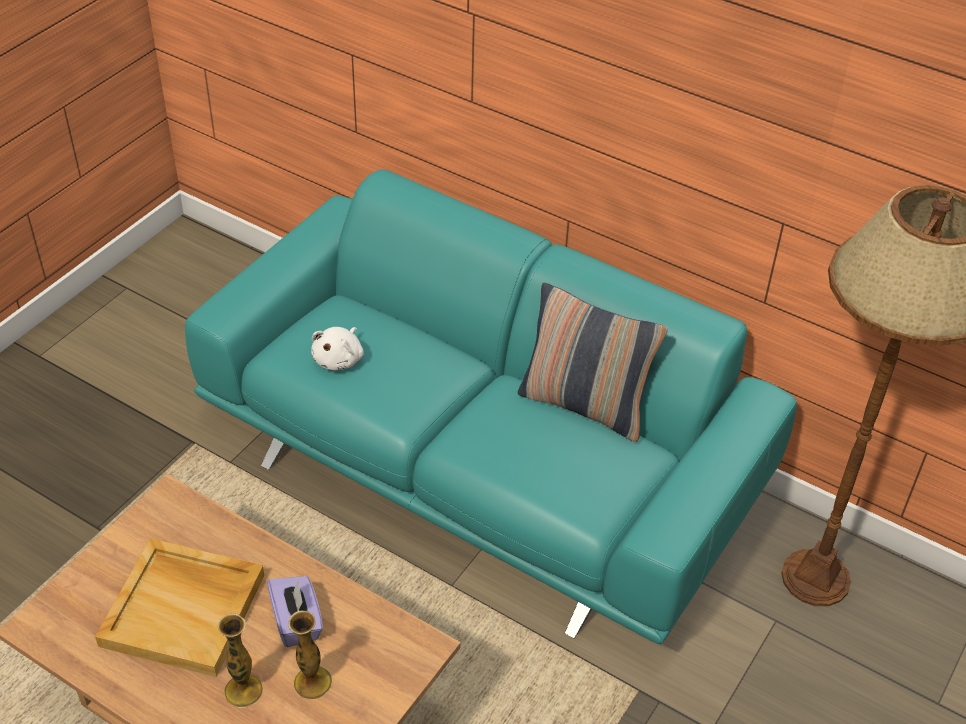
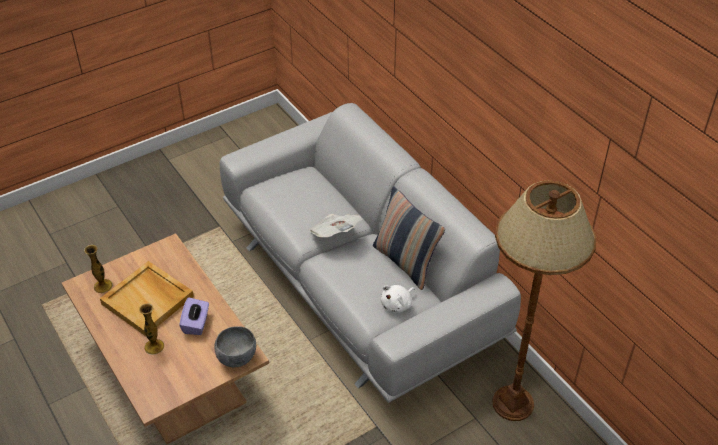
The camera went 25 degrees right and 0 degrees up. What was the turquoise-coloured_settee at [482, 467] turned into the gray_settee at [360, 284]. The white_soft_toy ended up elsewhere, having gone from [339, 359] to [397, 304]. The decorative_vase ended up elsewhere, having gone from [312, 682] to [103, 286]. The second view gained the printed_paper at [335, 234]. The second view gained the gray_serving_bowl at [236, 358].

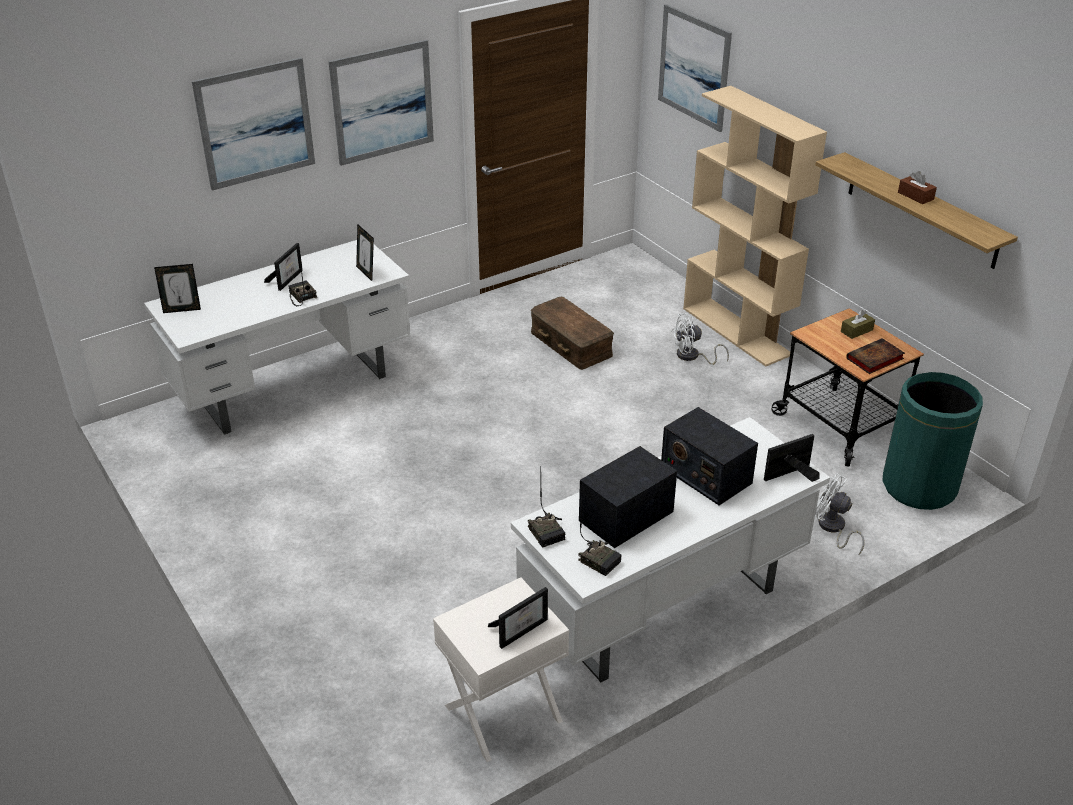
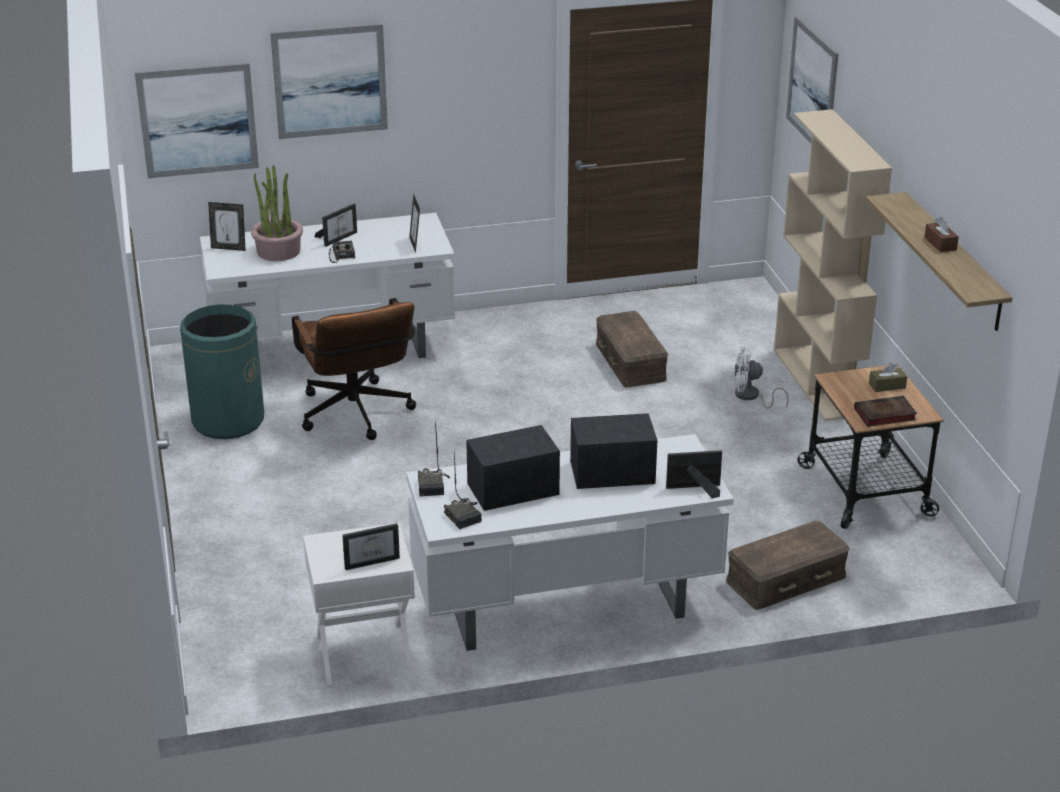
The camera went 20 degrees right and 5 degrees down. The wall_picture ended up elsewhere, having gone from [382, 102] to [198, 120]. The greenish_trash_can ended up elsewhere, having gone from [918, 486] to [228, 420]. The radio at [705, 475] ended up facing another way, 105 degrees clockwise from before. Where the white_electric_fan stood at [833, 528], the brown_storage_bin came to stand at [786, 579]. The second view gained the houseplant at [278, 251]. The second view gained the brown_desk_chair at [357, 417].

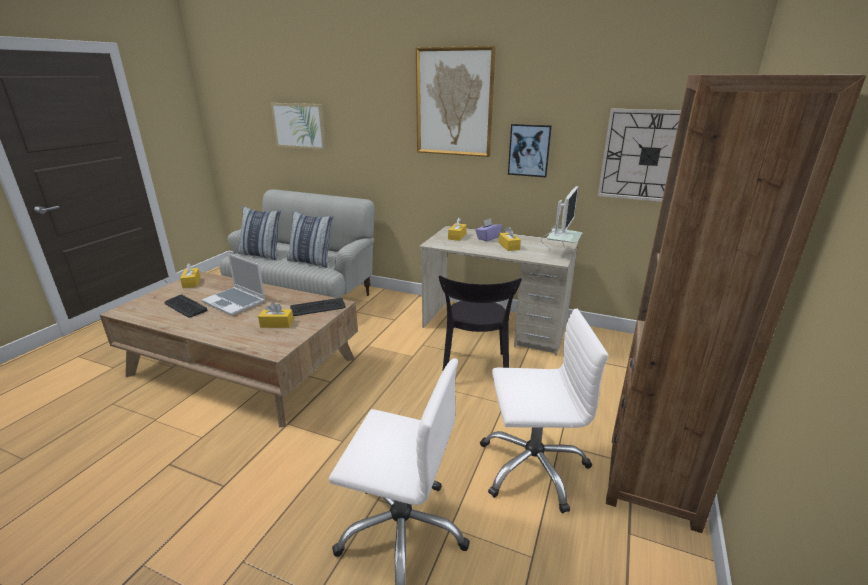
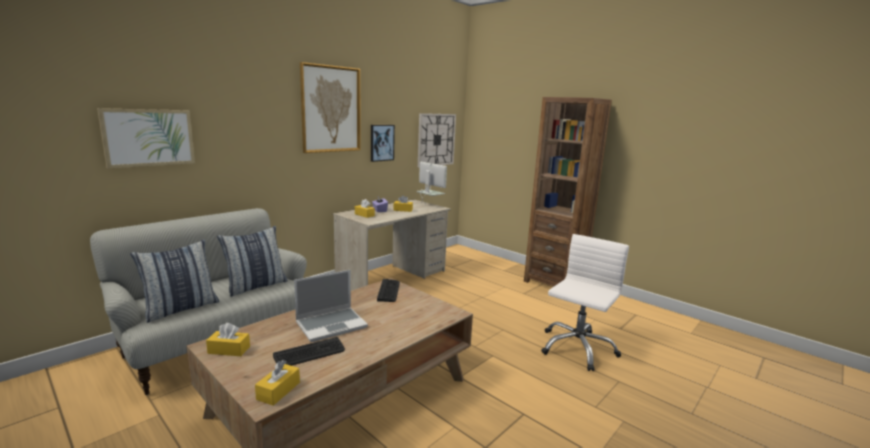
The camera went 70 degrees left and 10 degrees down. The second view lost the black-coloured_plain_chair at [474, 372]. The yellow-coloured_box_of_tissues ended up elsewhere, having gone from [277, 324] to [278, 391]. The second view lost the white_desk_chair at [532, 466].

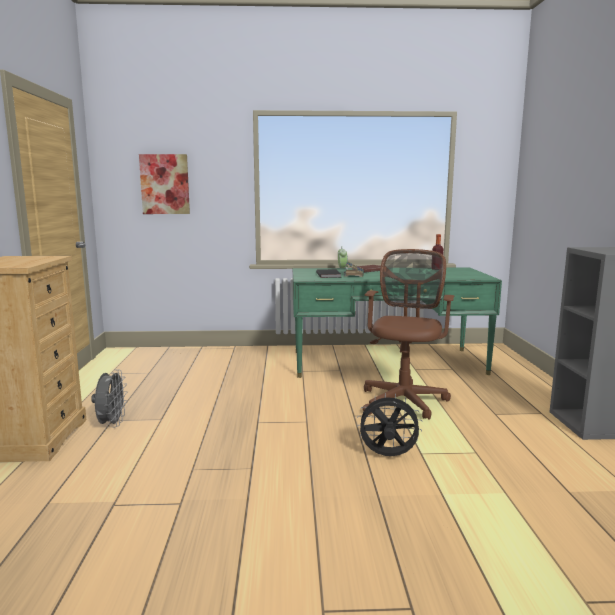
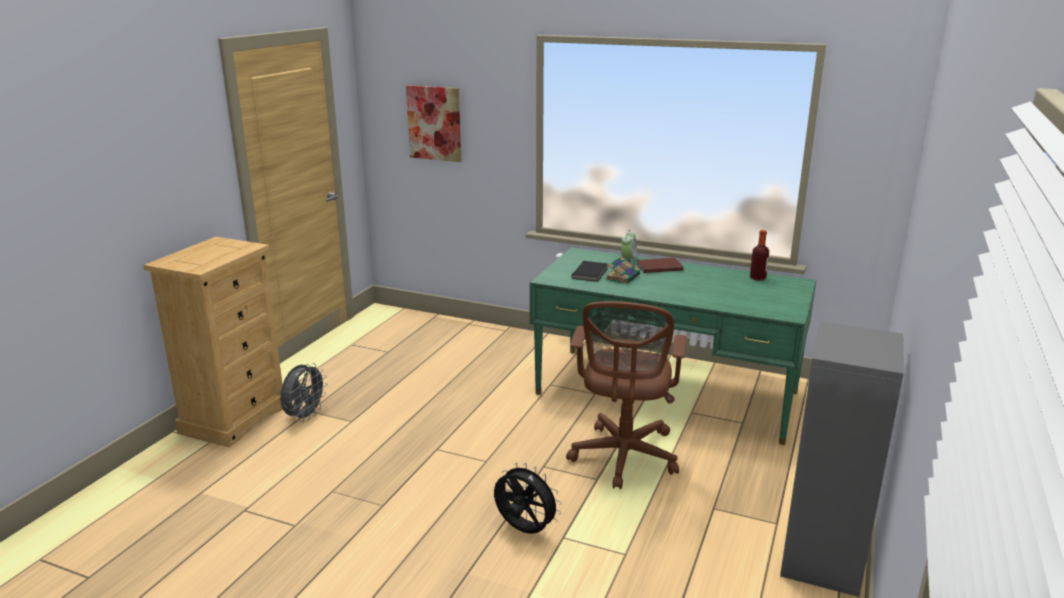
The camera went 25 degrees right and 10 degrees up. The brown_desk_chair at [404, 400] ended up facing another way, 150 degrees clockwise from before.

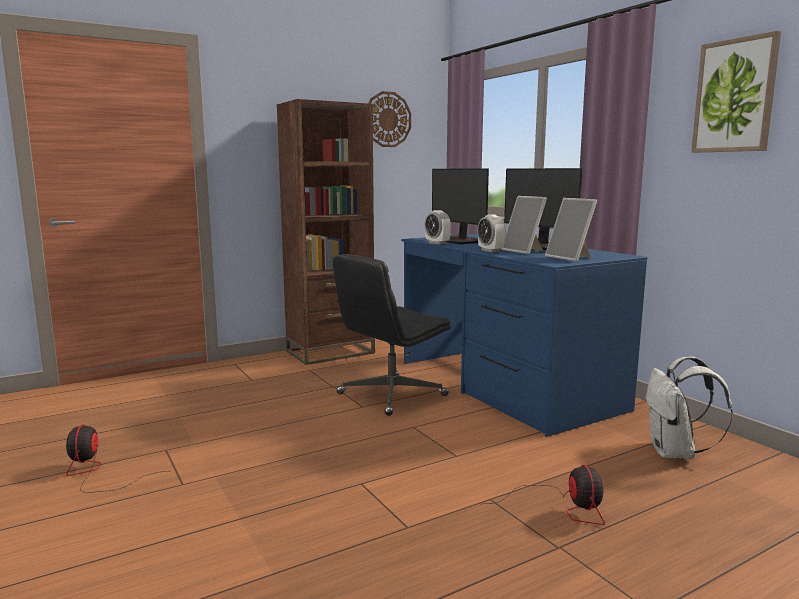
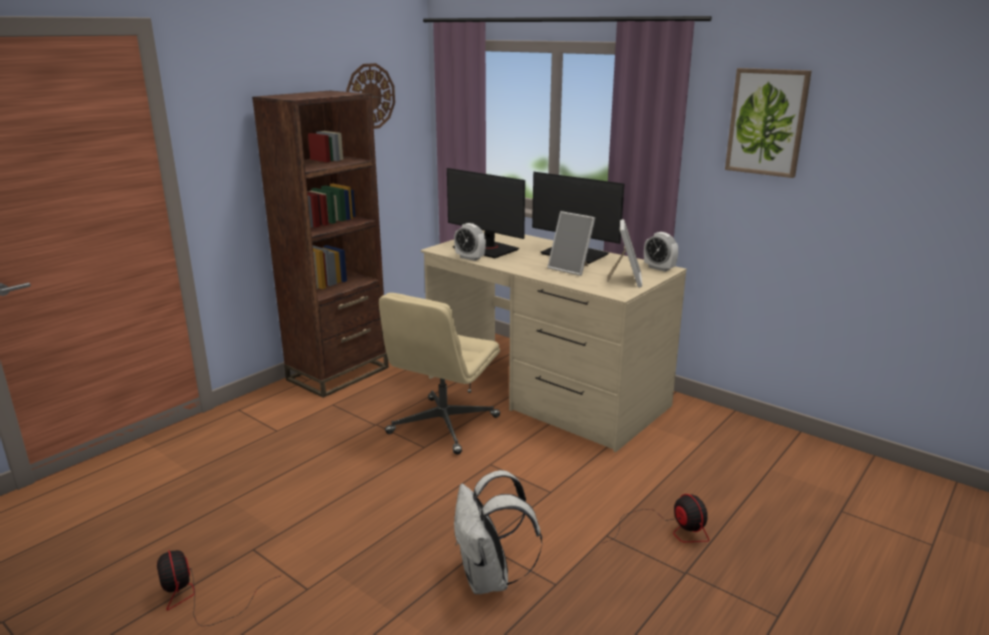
The camera went 20 degrees left and 10 degrees up. The standing_frame at [571, 258] ended up facing another way, 120 degrees counterclockwise from before. The bedside_clock ended up elsewhere, having gone from [490, 251] to [659, 268]. What was the bluish_desk at [505, 385] turned into the beige_desk at [545, 392]. What was the black-coloured_desk_chair at [391, 395] turned into the beige_desk_chair at [443, 426]. The white_backpack ended up elsewhere, having gone from [675, 453] to [489, 579].

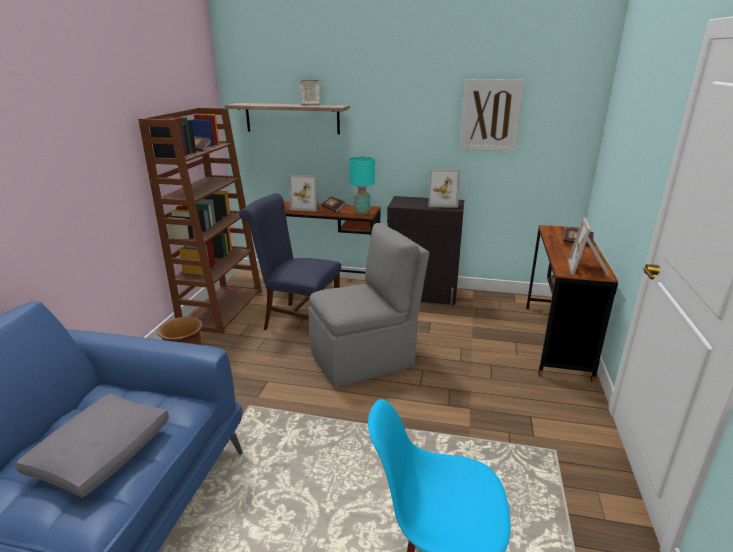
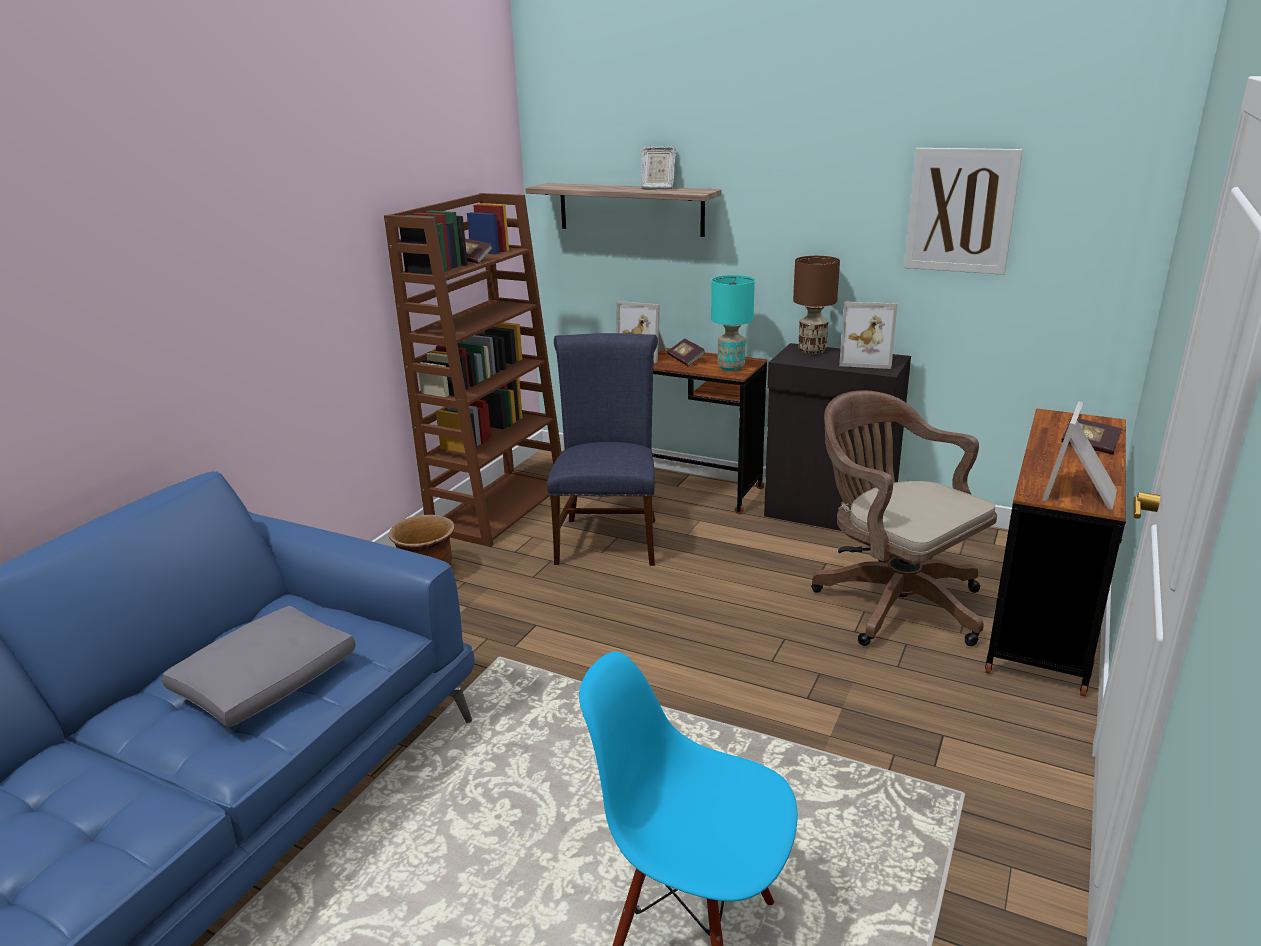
The camera went 15 degrees right and 0 degrees up. The bluish_plain_chair at [297, 320] ended up facing another way, 60 degrees clockwise from before. The second view lost the gray_plain_chair at [364, 359]. The second view gained the brown_table_lamp at [811, 351]. The second view gained the brown_desk_chair at [892, 601].

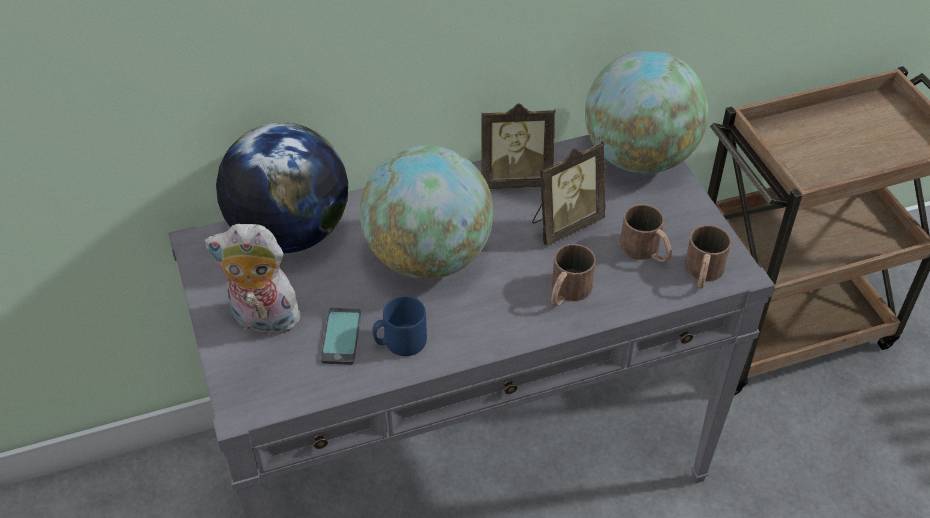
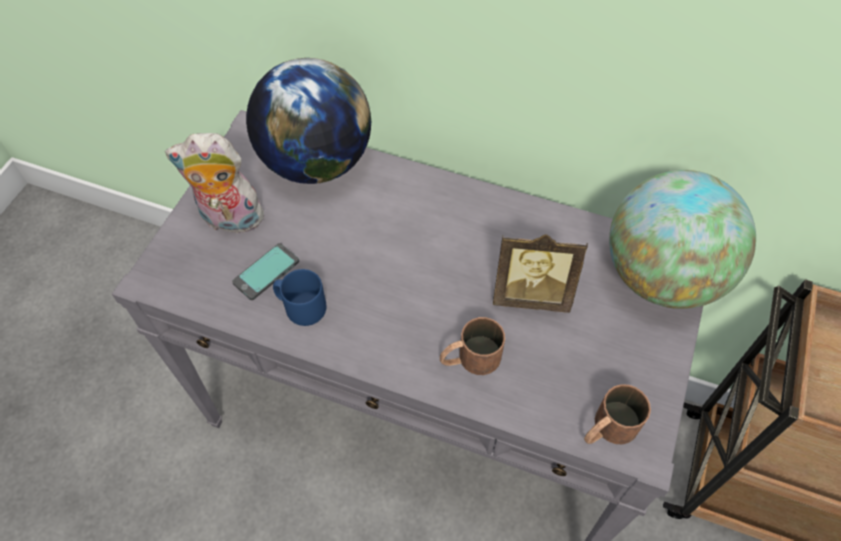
The camera went 40 degrees right and 10 degrees up. The second view lost the standing_frame at [515, 179]. The second view lost the world_globe at [428, 258]. The second view lost the brown_tea_mug at [646, 251]. The soft_toy at [262, 320] ended up facing another way, 45 degrees counterclockwise from before.

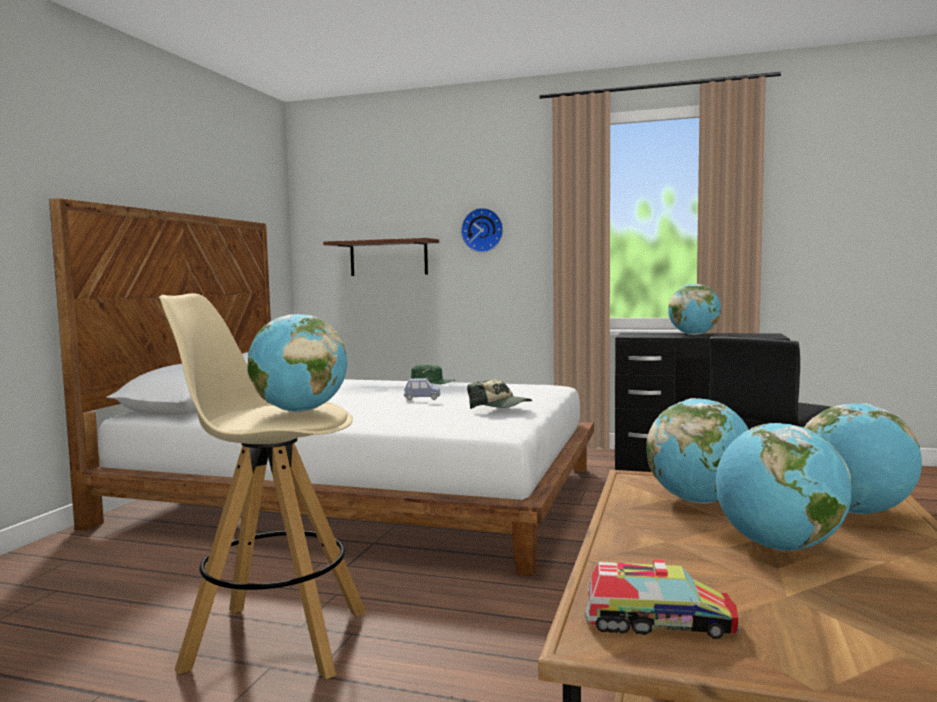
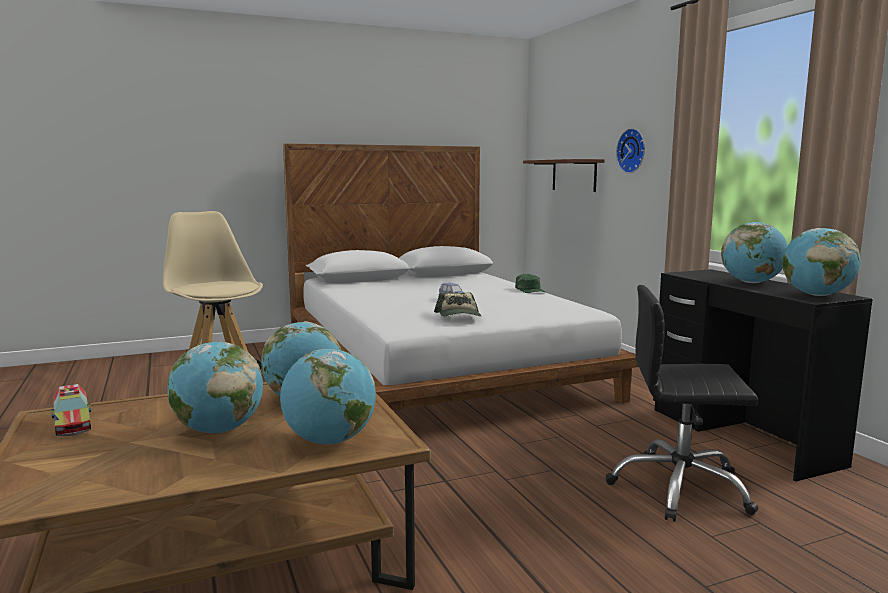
The camera went 50 degrees right and 5 degrees up. The world_globe ended up elsewhere, having gone from [299, 411] to [816, 295].

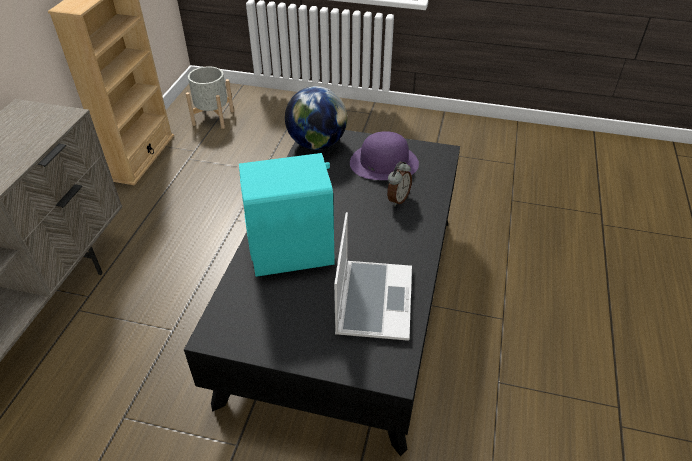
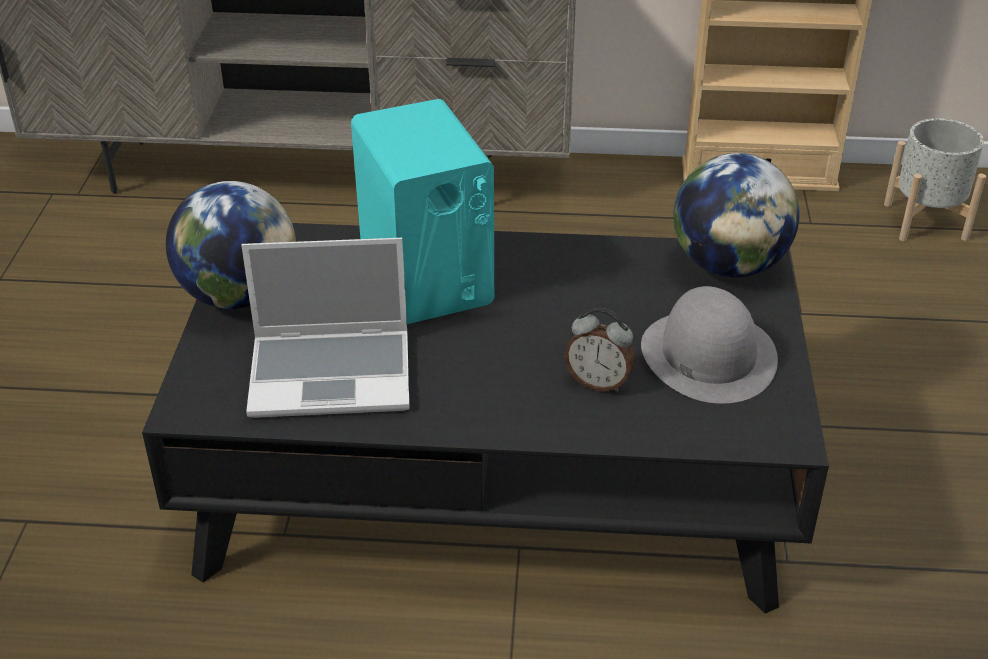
The camera went 80 degrees right and 5 degrees down. What was the purple_hat at [383, 163] turned into the gray_hat at [707, 355]. The second view gained the world_globe at [239, 296].

